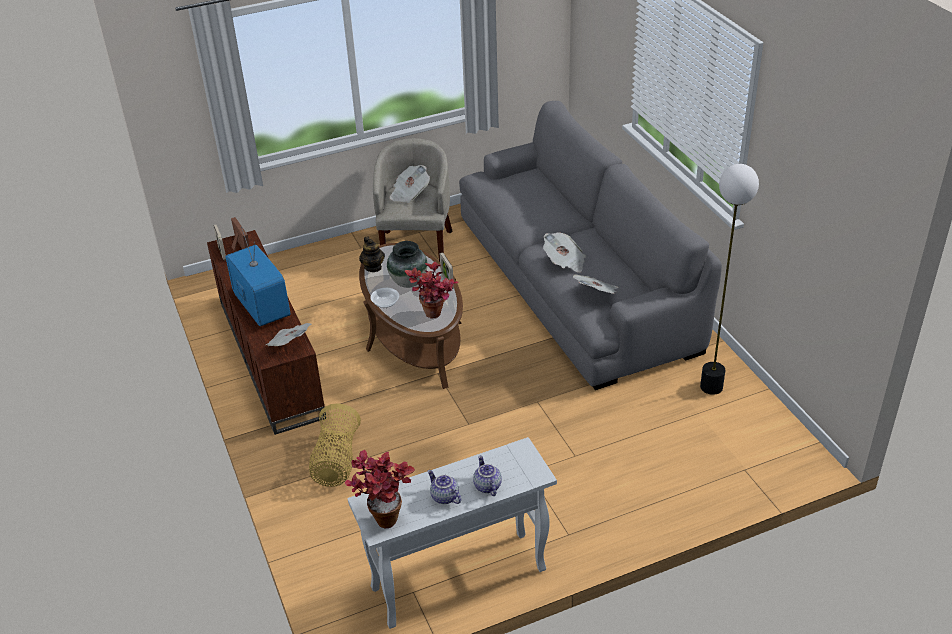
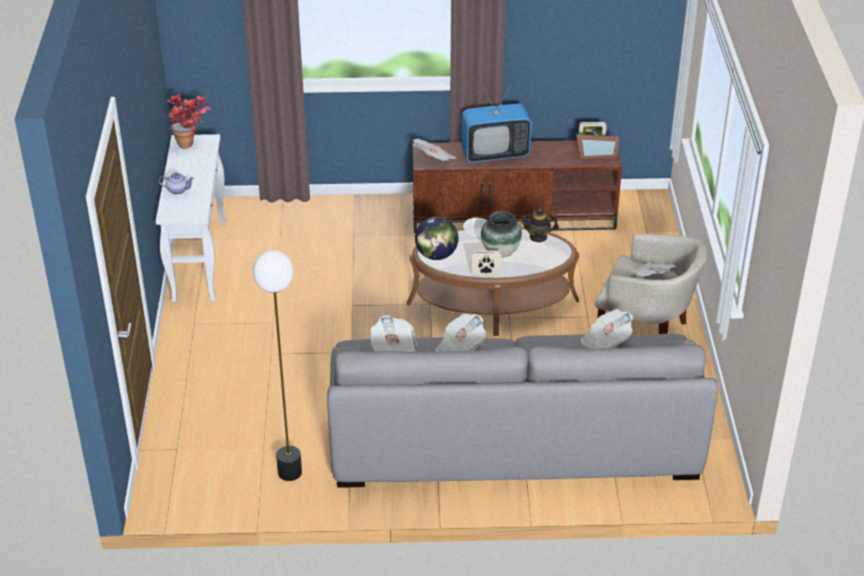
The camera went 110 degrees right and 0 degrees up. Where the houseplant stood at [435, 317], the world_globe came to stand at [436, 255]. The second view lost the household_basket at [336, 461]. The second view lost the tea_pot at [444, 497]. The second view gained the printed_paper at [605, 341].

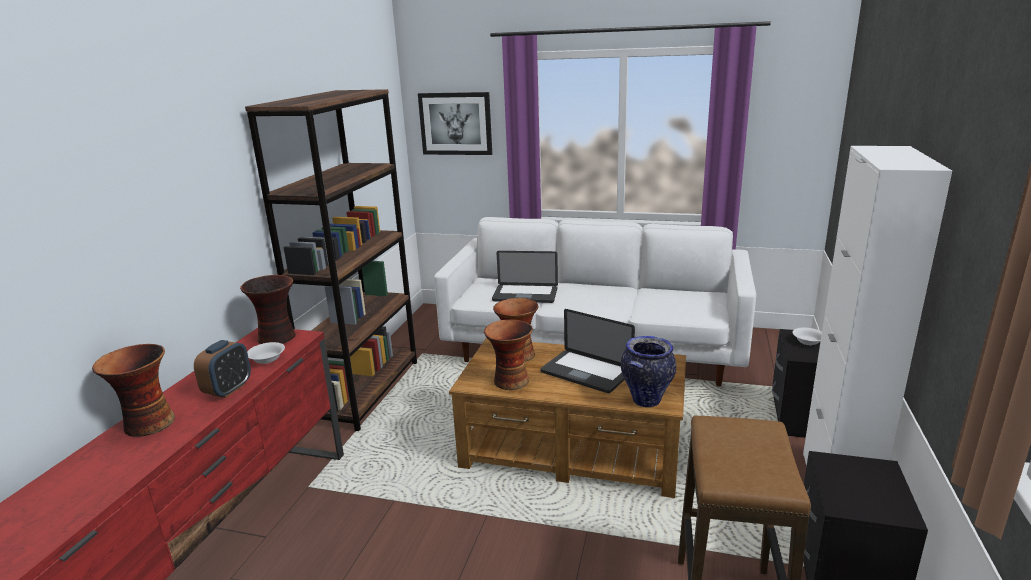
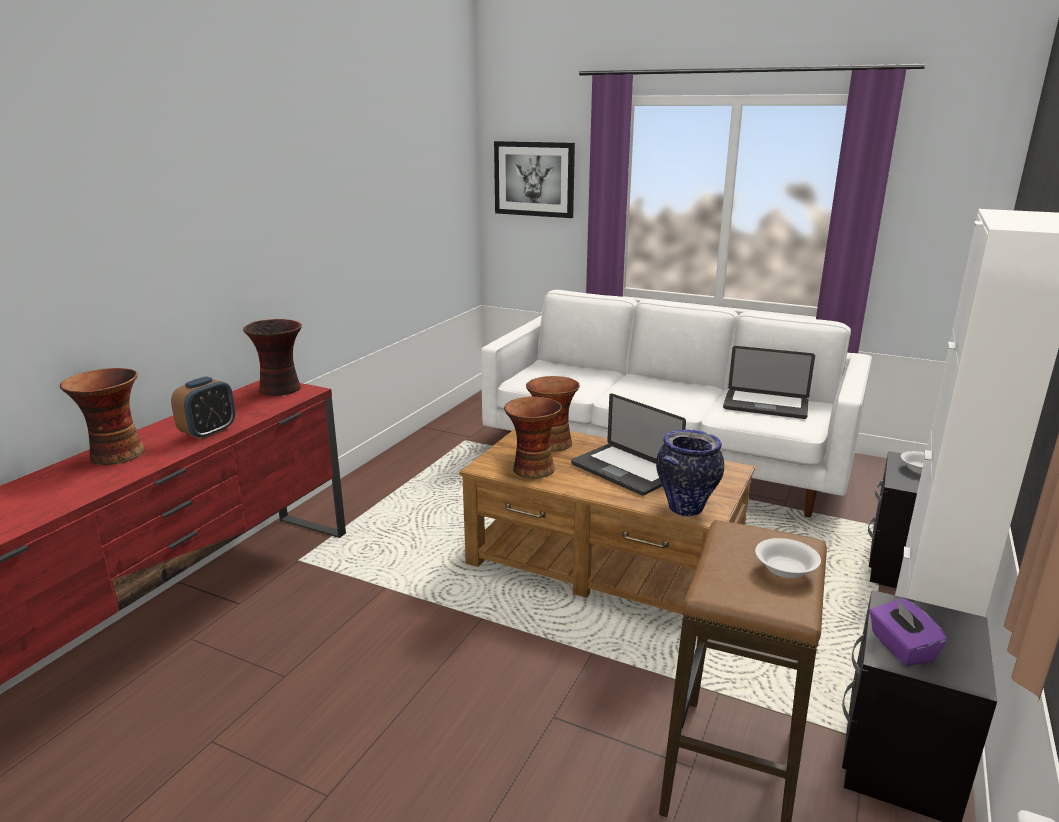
The camera went 10 degrees right and 0 degrees up. The second view lost the brown_shelving_unit at [366, 391]. The laptop ended up elsewhere, having gone from [525, 295] to [765, 406]. The white_serving_bowl ended up elsewhere, having gone from [268, 359] to [786, 569]. The second view gained the purple_box_of_tissues at [901, 648].

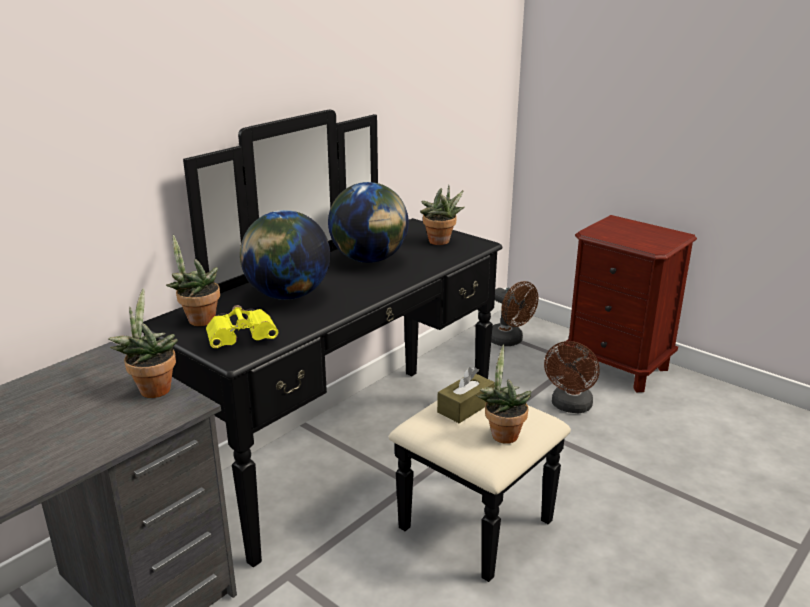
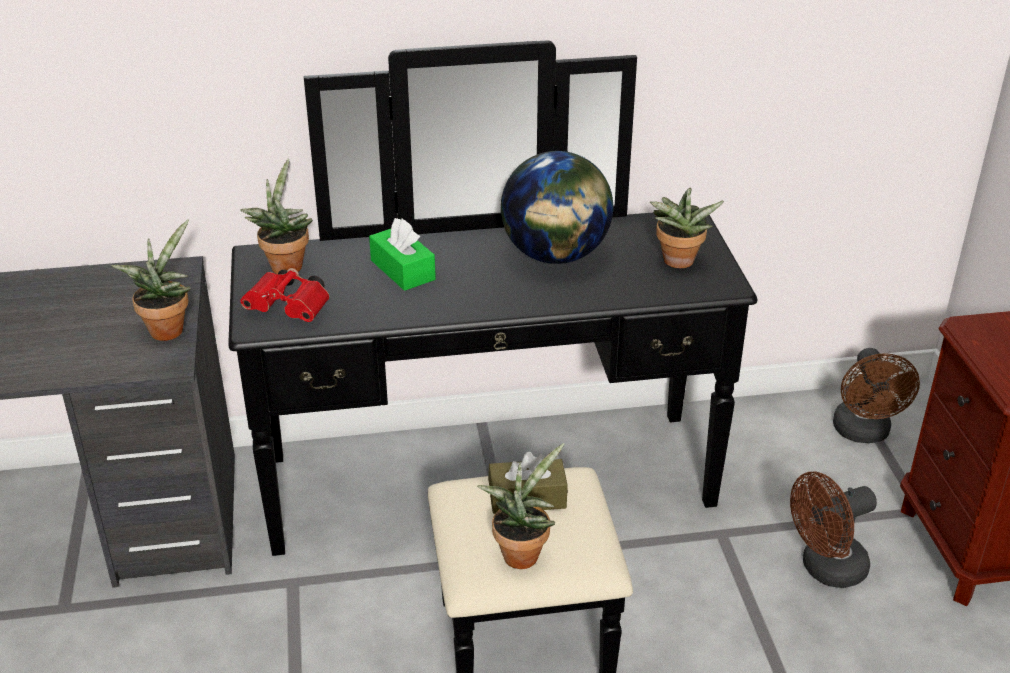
The camera went 40 degrees right and 10 degrees up. Where the world_globe stood at [287, 295], the greenish_box_of_tissues came to stand at [402, 270]. What was the yellow-coloured_field_glasses at [244, 339] turned into the red-coloured_field_glasses at [291, 309].

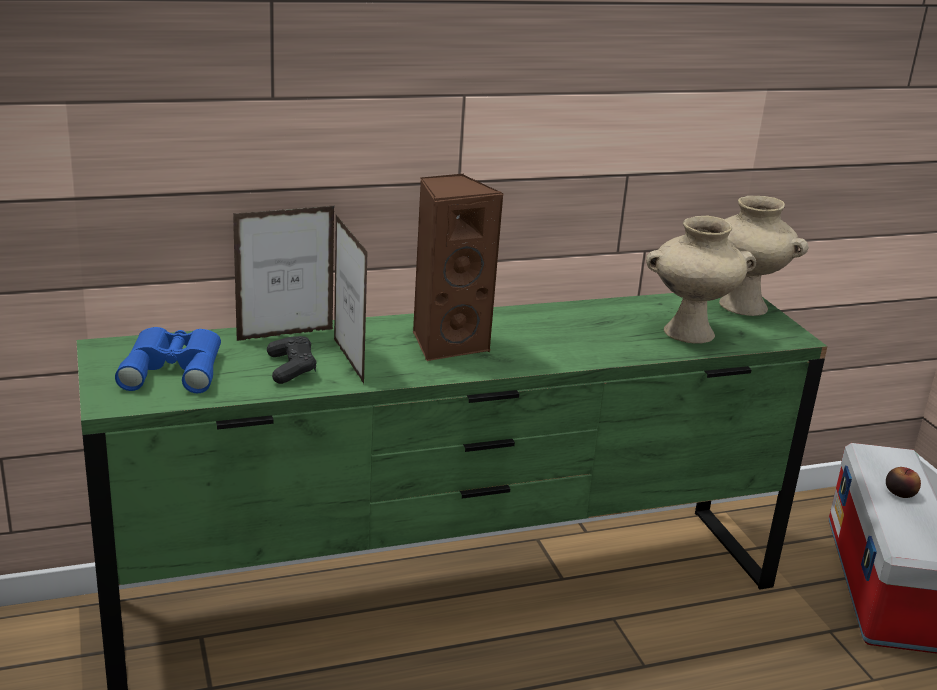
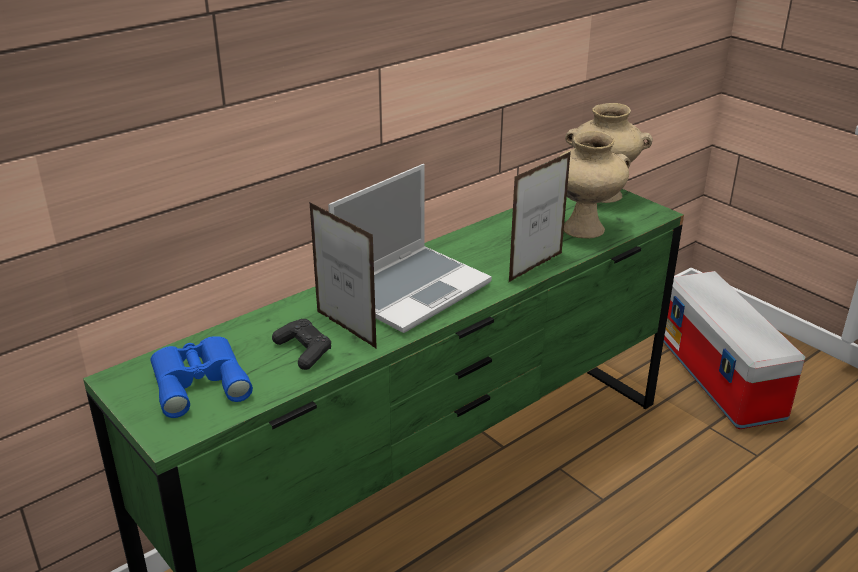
The camera went 20 degrees left and 5 degrees up. Where the brown_audio_speaker stood at [447, 343], the laptop came to stand at [412, 289]. The standing_frame ended up elsewhere, having gone from [285, 335] to [536, 267]. The second view lost the apple_fruit at [900, 492].

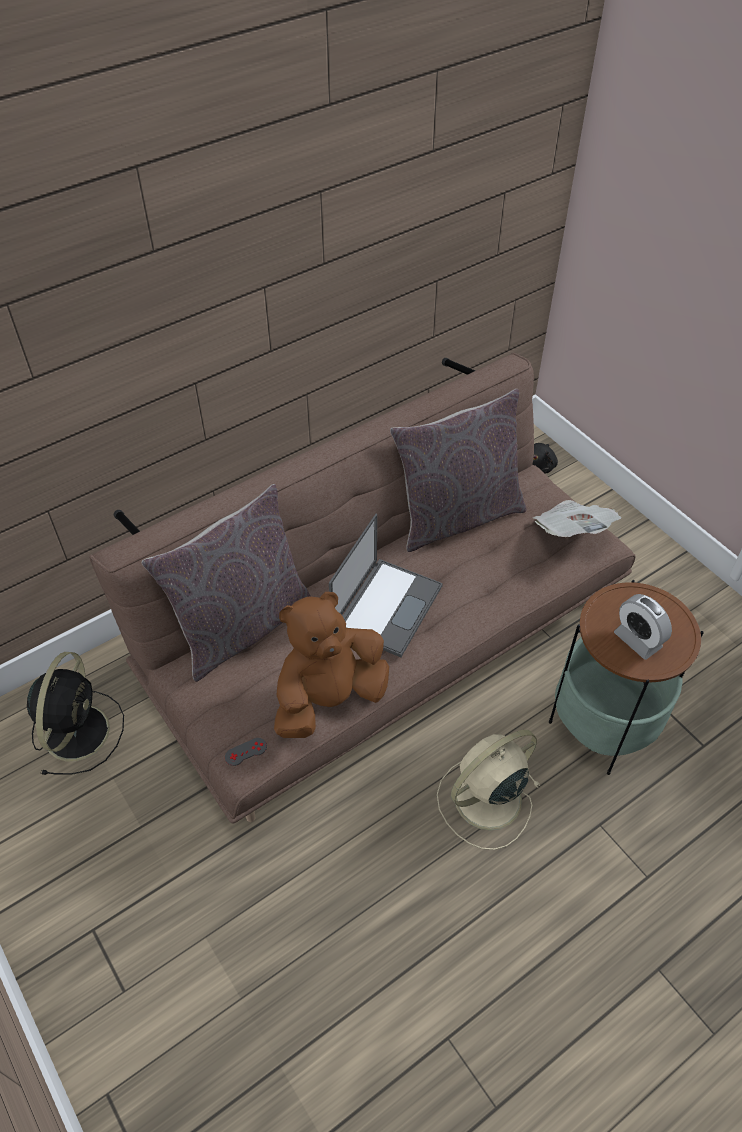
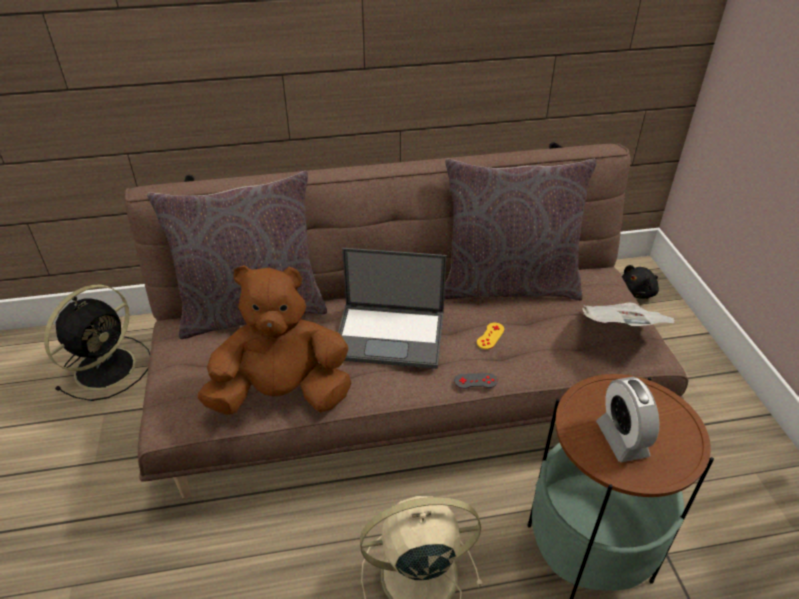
The camera went 25 degrees right and 10 degrees down. The laptop at [387, 605] ended up facing another way, 45 degrees clockwise from before. The gray_gamepad ended up elsewhere, having gone from [246, 752] to [475, 381]. The second view gained the yellow-coloured_gamepad at [490, 336].

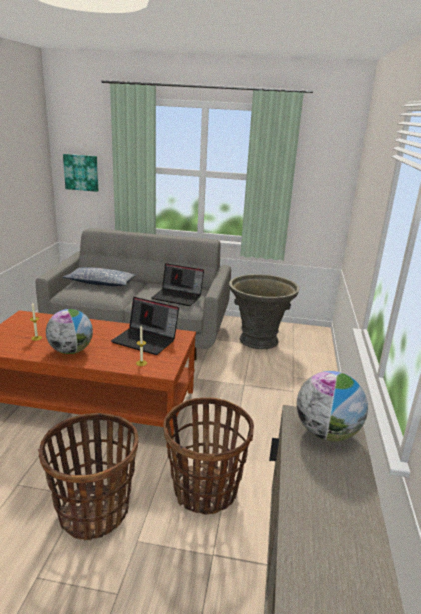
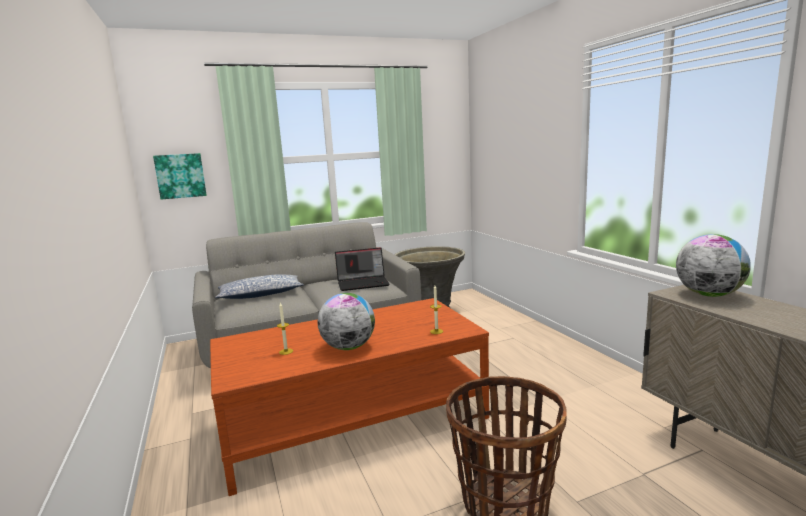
The camera went 30 degrees left and 10 degrees down. The second view lost the laptop at [146, 340]. The second view lost the household_basket at [205, 490].

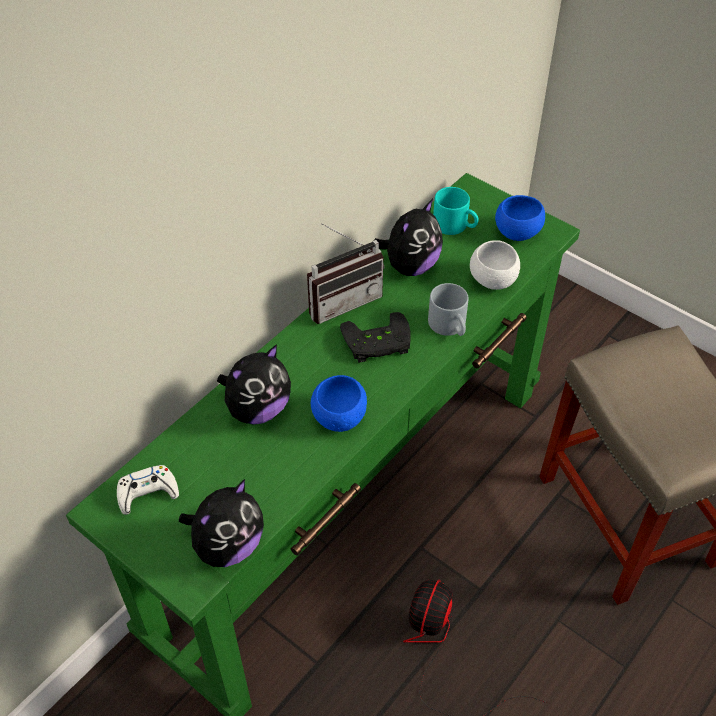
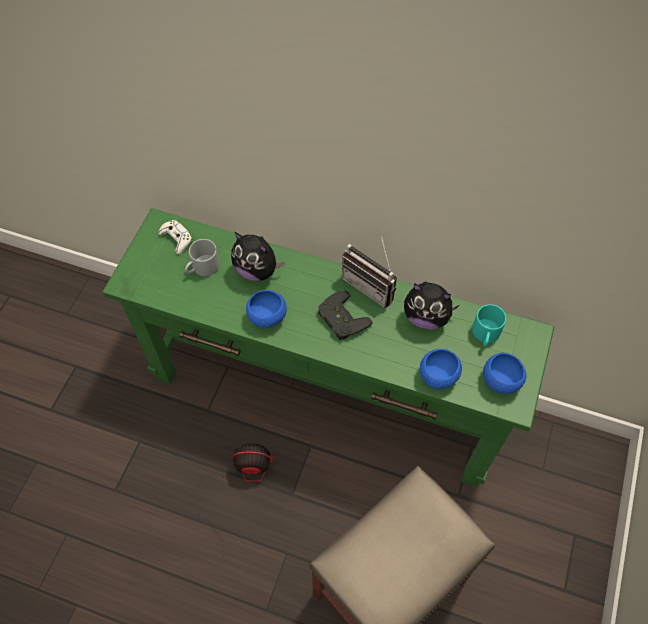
The camera went 70 degrees right and 10 degrees up. What was the white_serving_bowl at [492, 280] turned into the bluish_serving_bowl at [438, 376]. The gray_tea_mug ended up elsewhere, having gone from [450, 326] to [202, 268]. The second view lost the soft_toy at [227, 545].

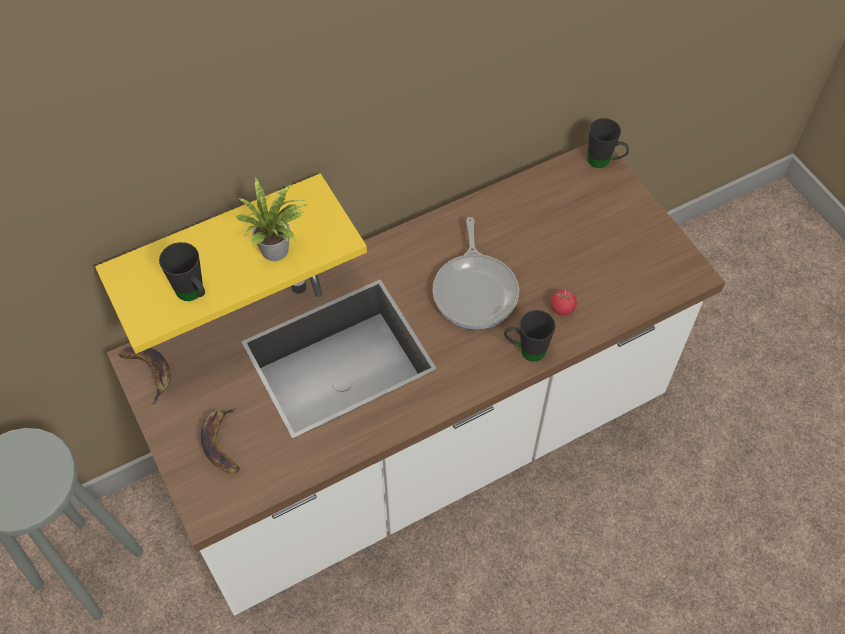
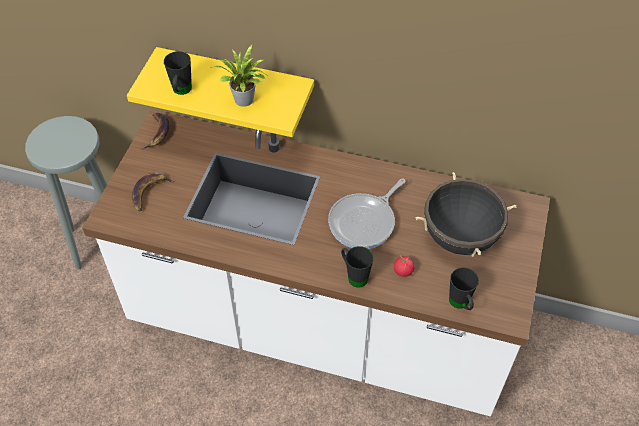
The camera went 45 degrees right and 5 degrees down. The black-coloured_tea_mug ended up elsewhere, having gone from [604, 162] to [460, 305]. The second view gained the black-coloured_cooking_pot at [459, 237].

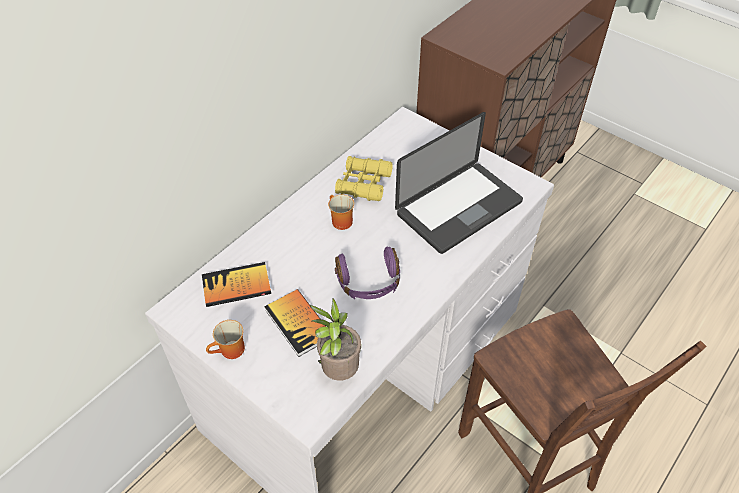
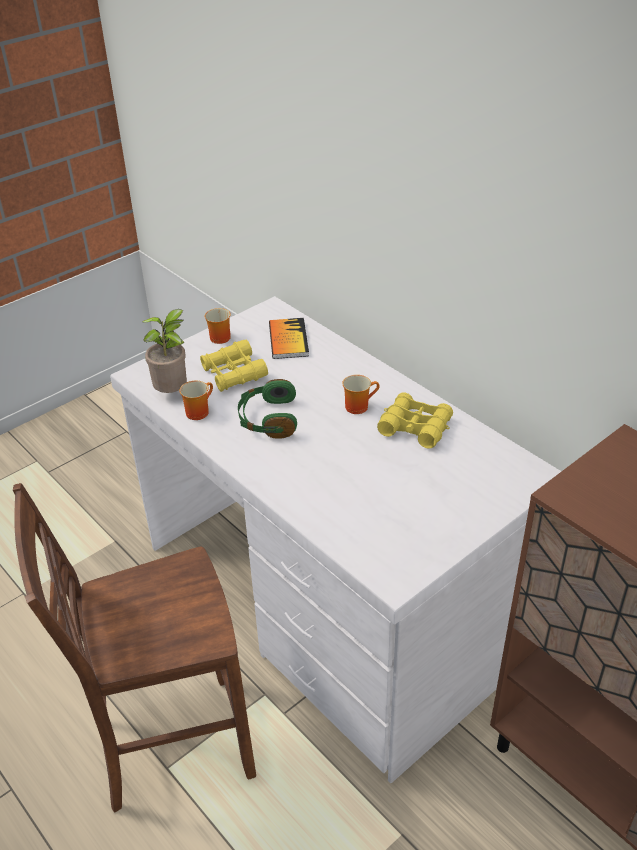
The camera went 100 degrees right and 10 degrees down. The second view lost the laptop at [459, 208]. What was the purple_pair_of_headphones at [369, 282] turned into the greenish_pair_of_headphones at [268, 419]. Where the volume stood at [298, 323], the yellow-coloured_field_glasses came to stand at [234, 373]. The second view gained the tea_mug at [198, 411].

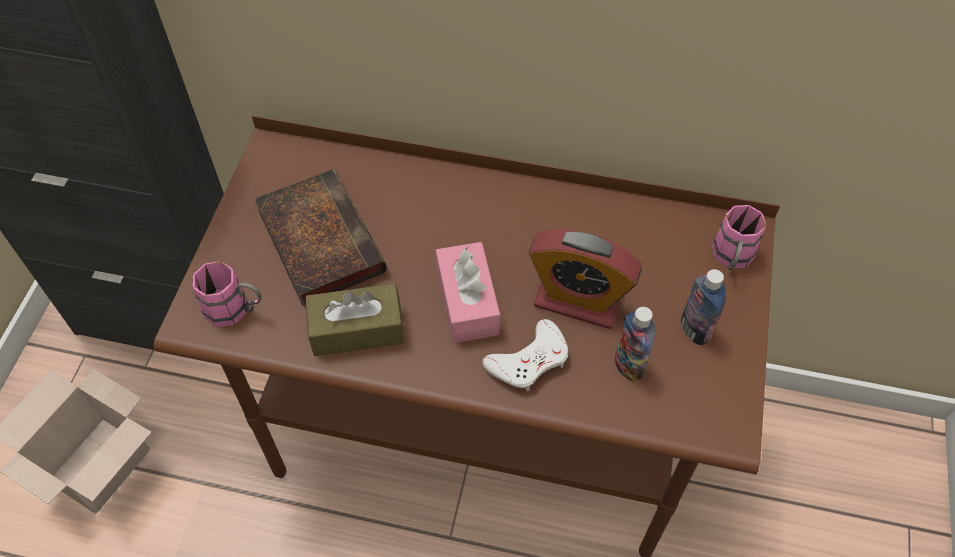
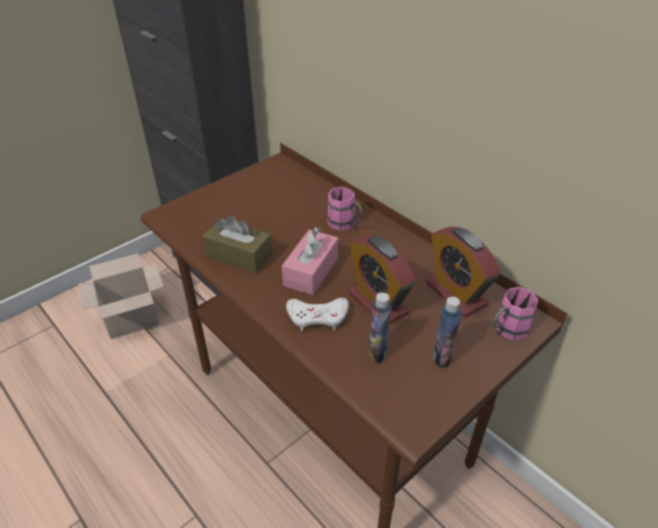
The camera went 35 degrees right and 15 degrees down. The second view lost the volume at [318, 239]. The pinkish_tea_mug ended up elsewhere, having gone from [236, 310] to [346, 225]. The second view gained the bedside_clock at [456, 294].

